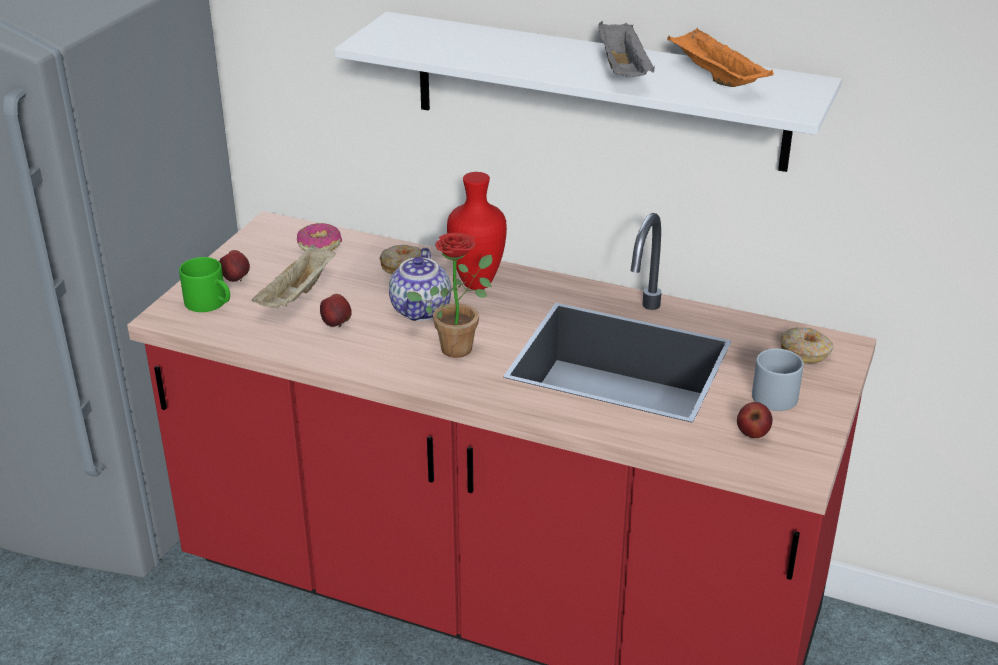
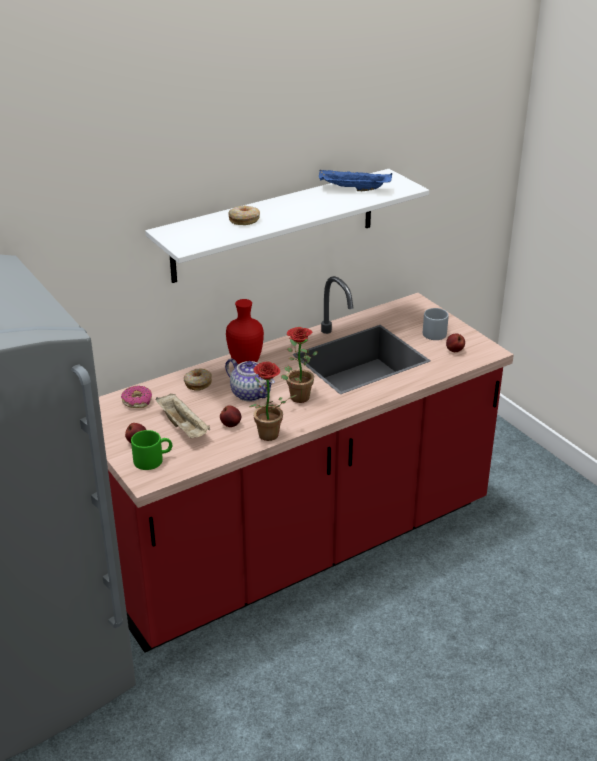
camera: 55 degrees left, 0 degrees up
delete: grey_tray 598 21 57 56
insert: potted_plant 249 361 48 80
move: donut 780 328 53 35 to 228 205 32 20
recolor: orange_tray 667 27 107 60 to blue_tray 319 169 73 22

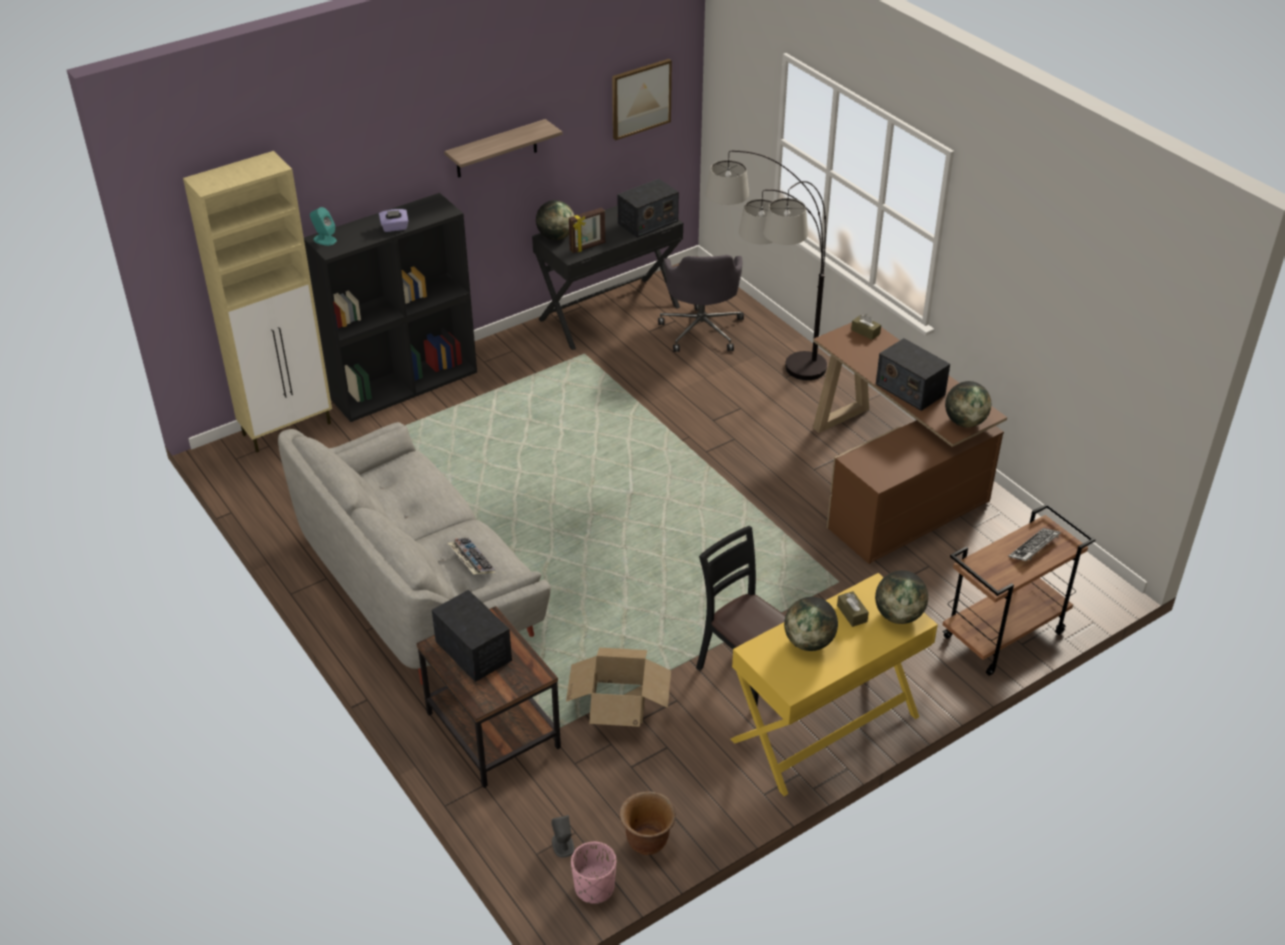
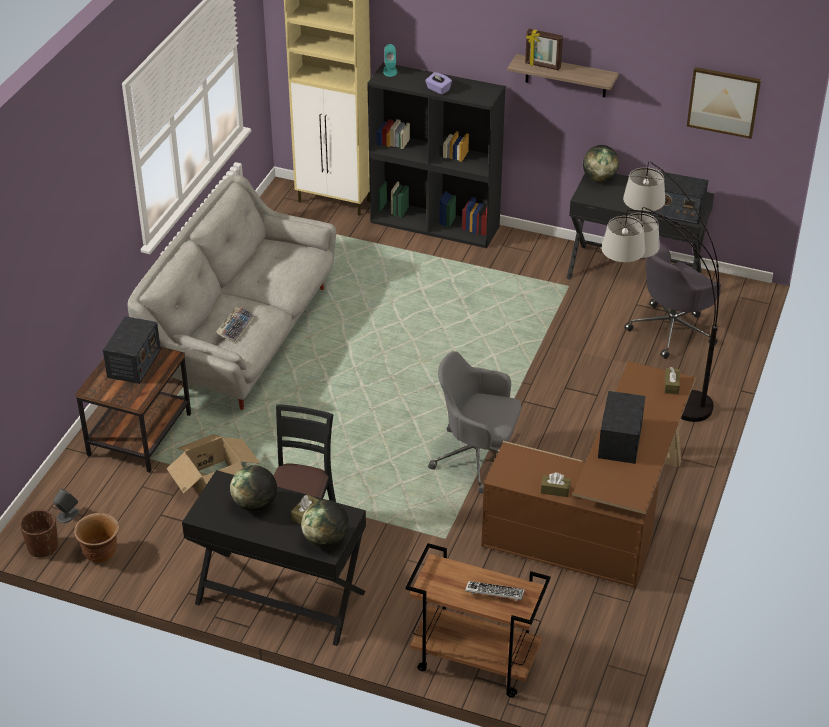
camera: 55 degrees right, 0 degrees up
delete: globe 945 381 46 47
insert: grey_office_chair 428 351 93 143; brown_tissue_box 541 473 30 24
move: picture_frame 569 208 36 45 to 525 29 38 41
recolor: pink_planter 571 842 45 62 to brown_planter 20 509 38 48; yellow_desk 731 573 207 223 to black_desk 182 470 184 176

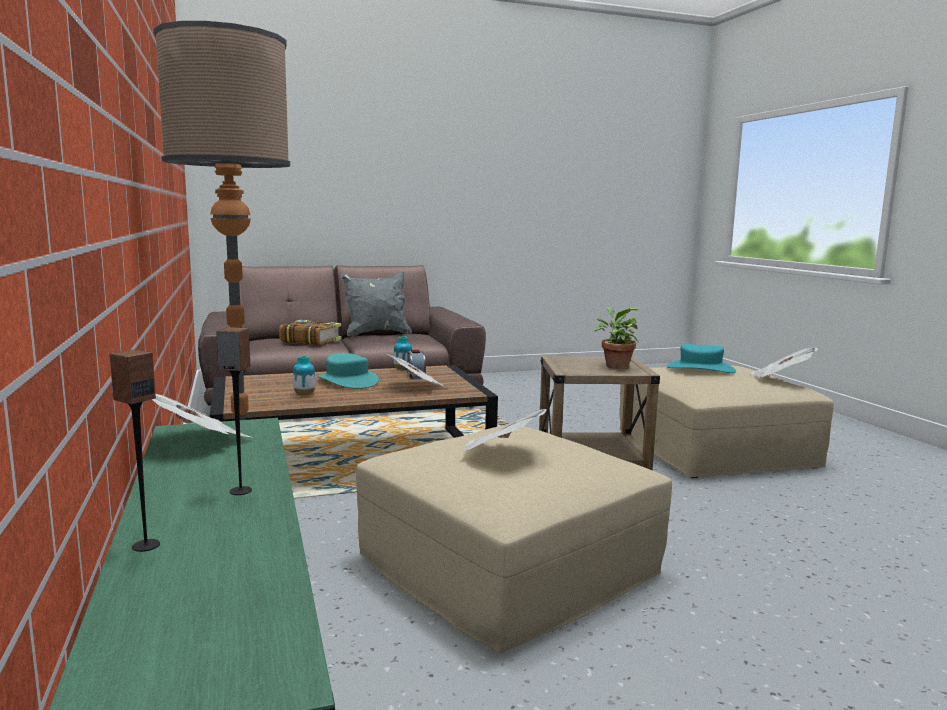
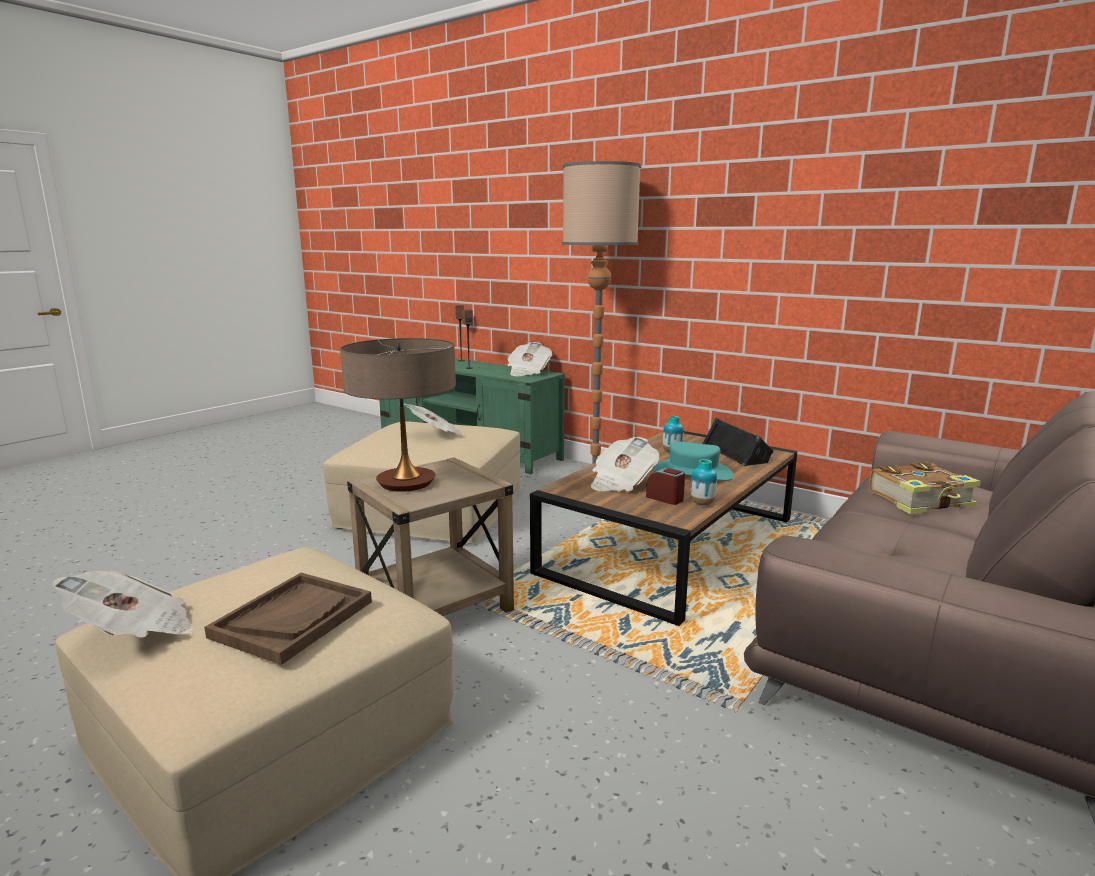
camera: 145 degrees right, 5 degrees up
delete: grey_pillow 340 272 72 65
insert: black_speaker 702 417 72 49
replace: potted_plant 593 307 47 62 to table_lamp 340 338 116 154; turquoise_hat 667 344 69 29 to brown_tray 204 573 168 92

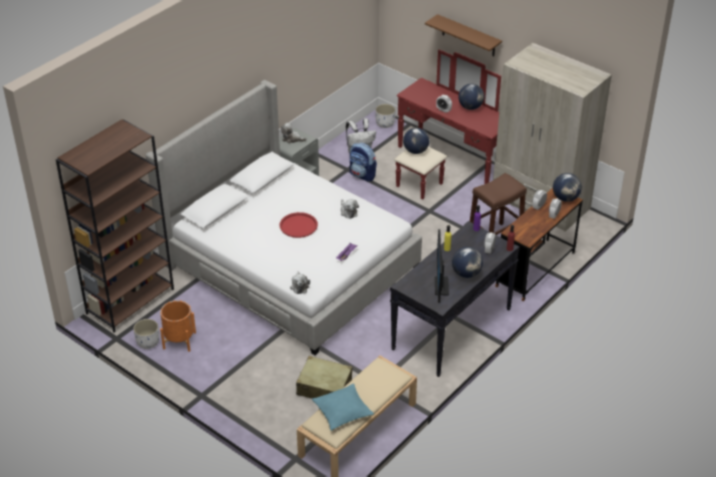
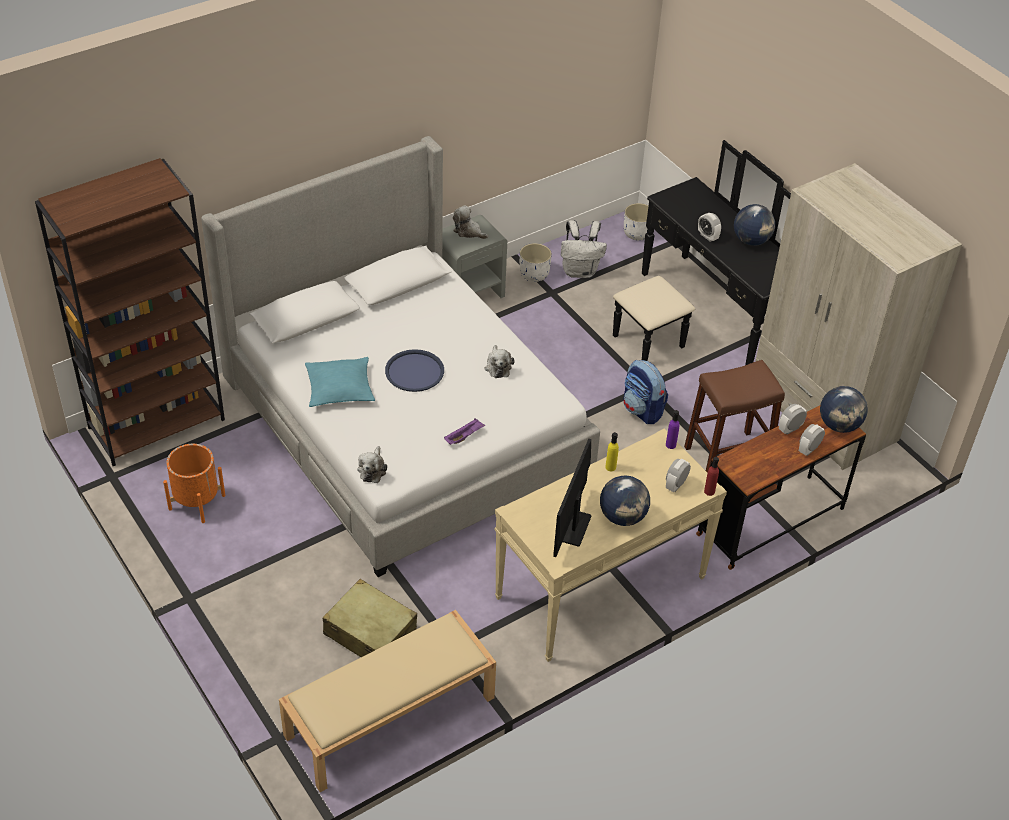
camera: 15 degrees right, 5 degrees up
delete: globe 403 128 26 26; brown_shelf 425 14 77 42
move: white_planter 133 319 26 30 to 520 243 32 39; turquoise_pillow 312 383 62 47 to 305 357 70 50; backpack 350 143 27 39 to 623 360 45 64
recolor: red_tray 280 212 38 26 to blue_tray 385 349 59 43; black_console_table 390 221 130 156 to beige_console_table 495 428 232 234; red_dresser 394 49 107 151 to black_dresser 613 140 178 225

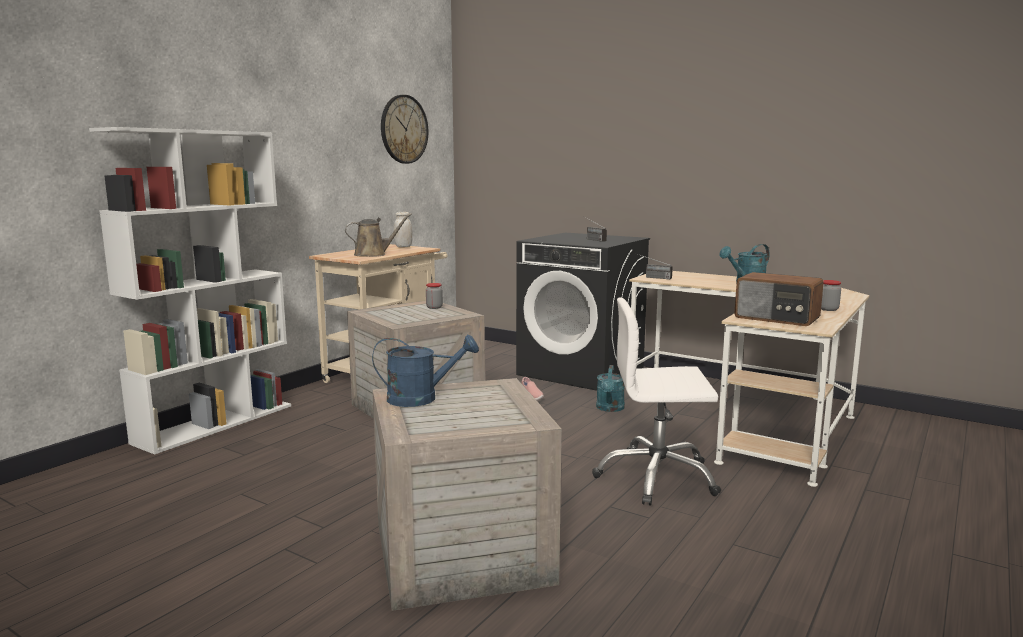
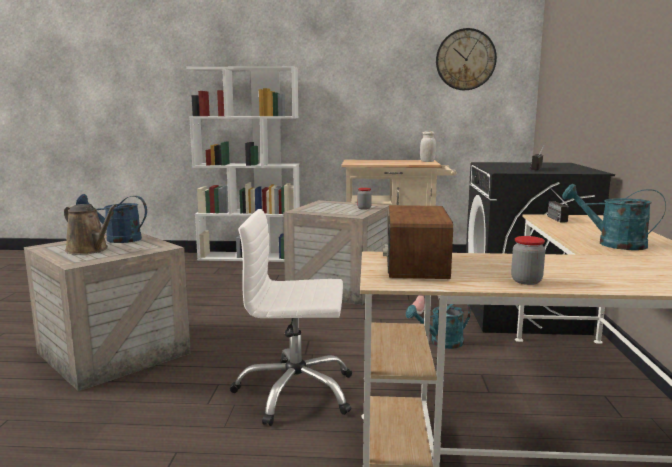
camera: 60 degrees right, 0 degrees up
move: brown_watering_can 345 213 67 44 to 64 204 53 50
rotate: blue_watering_can 372 335 107 72 = 76 194 71 49 135 degrees clockwise; white_office_chair 592 297 129 209 = 230 209 122 217 60 degrees counterclockwise

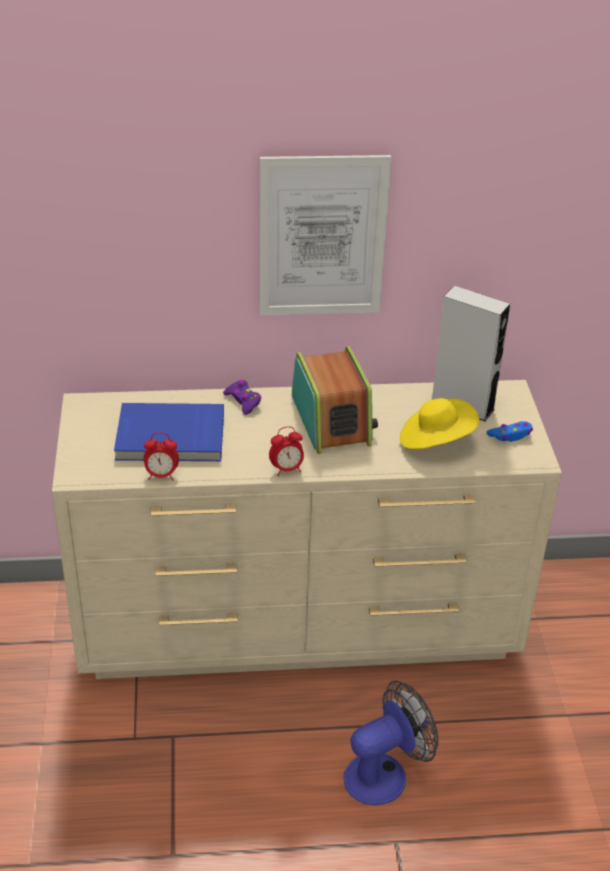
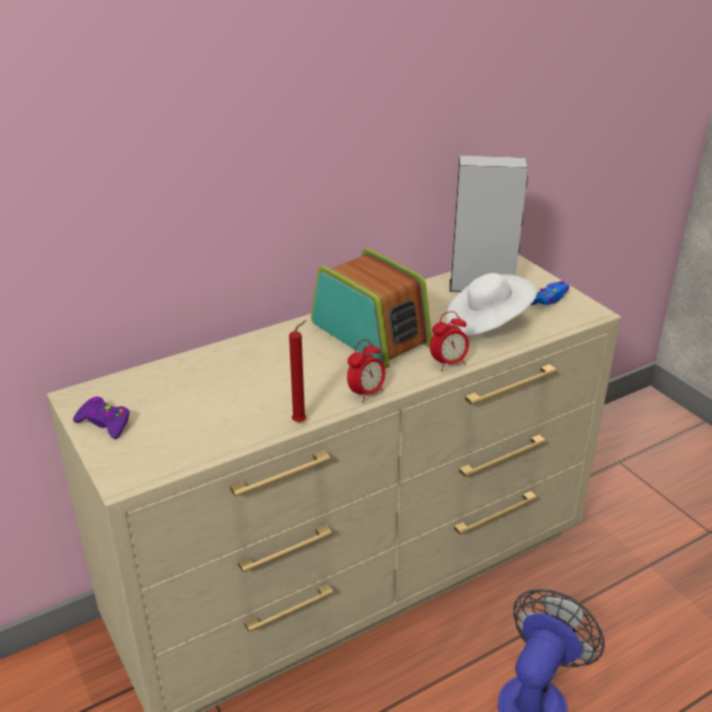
camera: 25 degrees left, 5 degrees down
delete: blue_book 114 403 110 58; picture 259 155 132 160
insert: red_candle 289 320 18 102
move: alarm_clock 144 432 35 49 to 430 311 39 60; purple_game_controller 223 380 39 35 to 73 396 57 43
recolor: yellow_hat 400 398 79 51 to white_hat 446 273 91 63

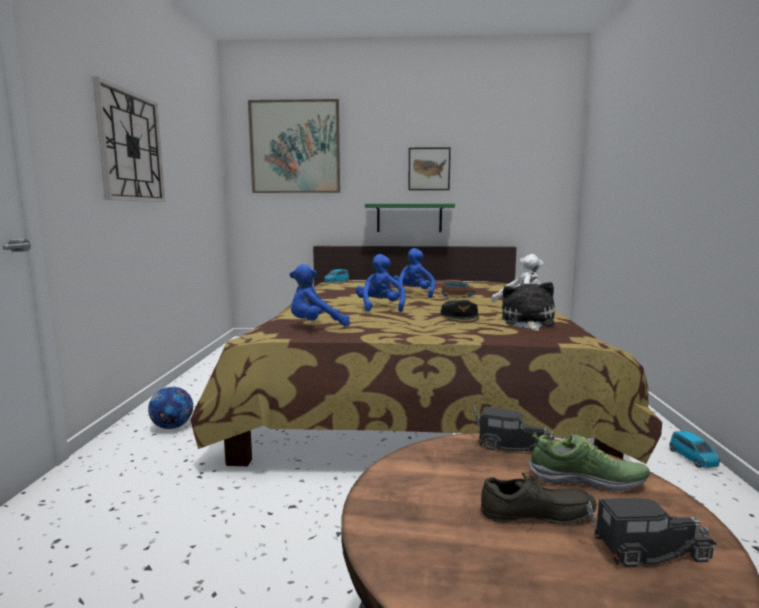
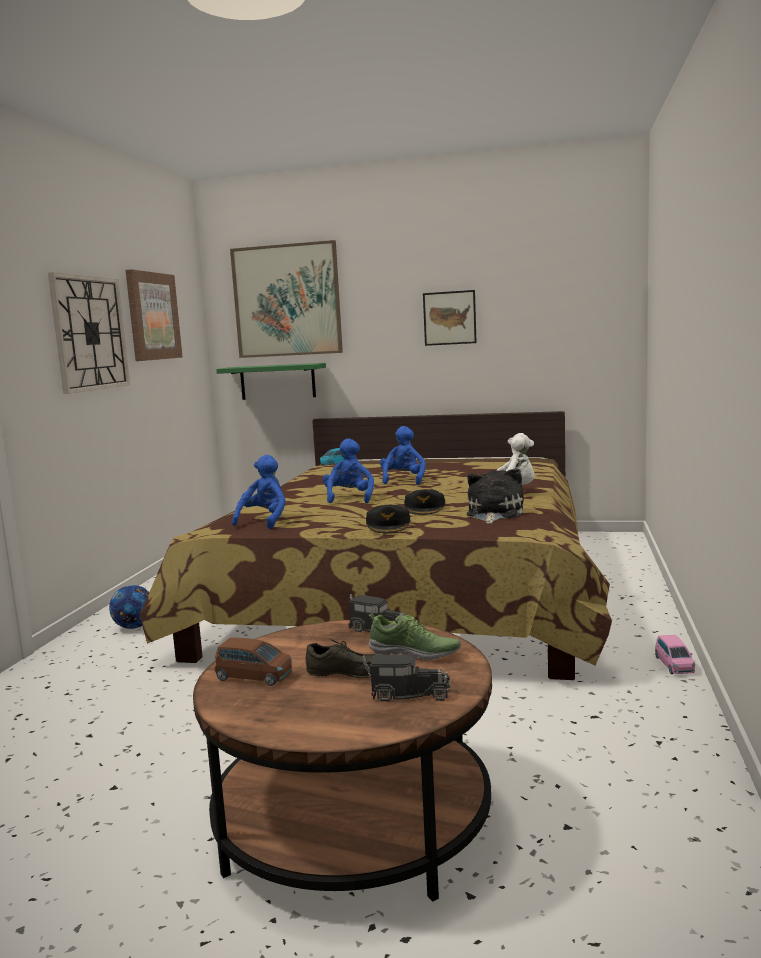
camera: 10 degrees right, 0 degrees up
insert: picture 125 269 58 92; black_cap 366 505 44 28
move: green_shelf 365 204 90 28 to 216 363 110 37; brown_toy_car 441 280 34 17 to 215 638 77 48
recolor: blue_toy_car 670 431 50 37 to pink_toy_car 655 635 40 39
rotate: blue_plush_toy 290 264 60 63 = 232 455 54 74 120 degrees clockwise

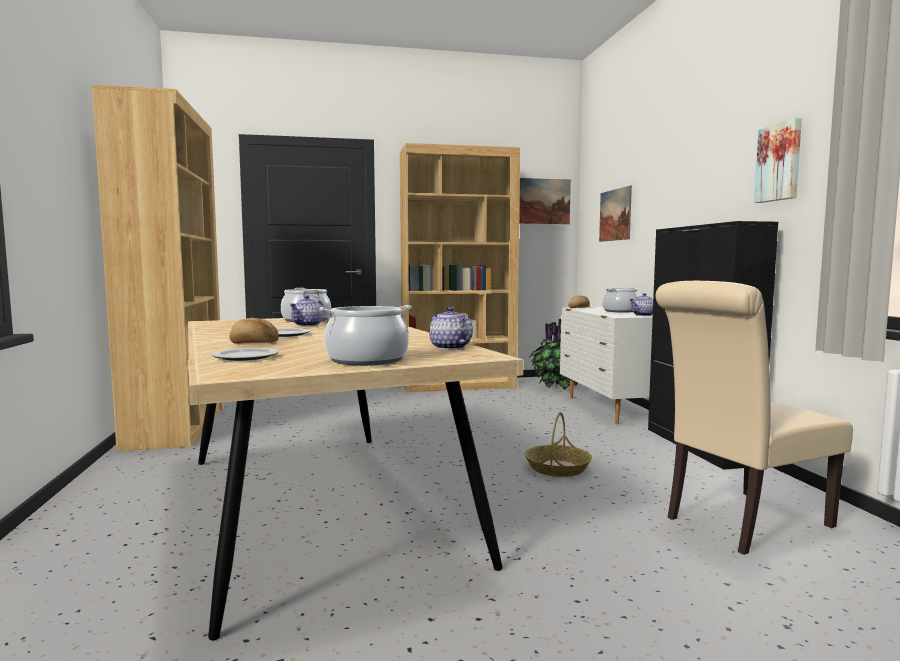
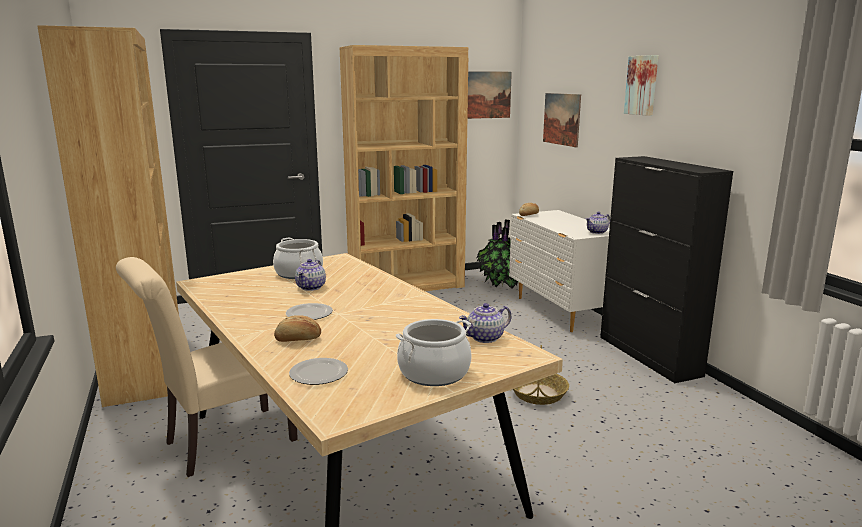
camera: 10 degrees left, 10 degrees up
delete: cooking_pot 602 287 37 26
move: beige_chair 655 281 198 274 to 116 257 182 220; picture 754 118 48 85 to 624 55 34 61
rotate: teapot 429 307 44 43 = 459 303 52 40 75 degrees counterclockwise

